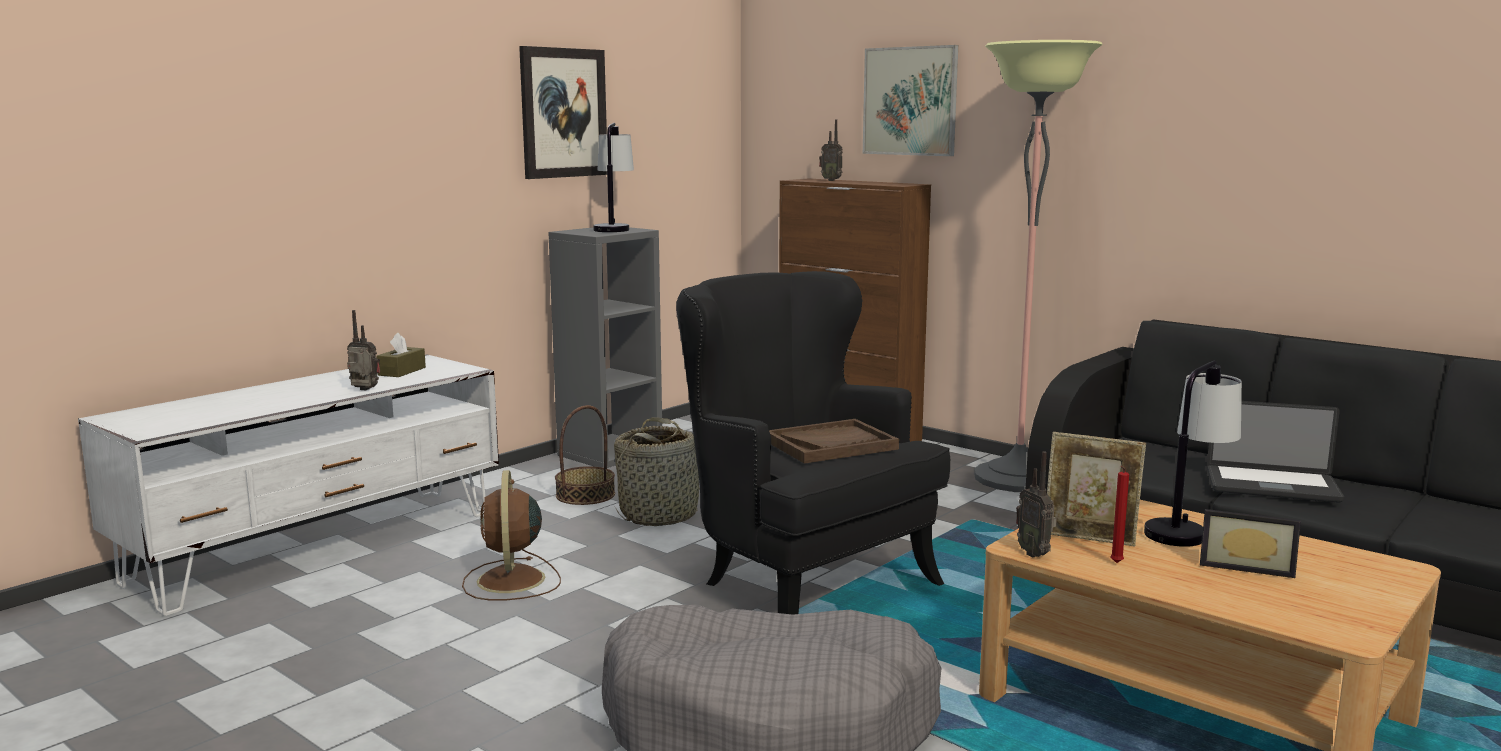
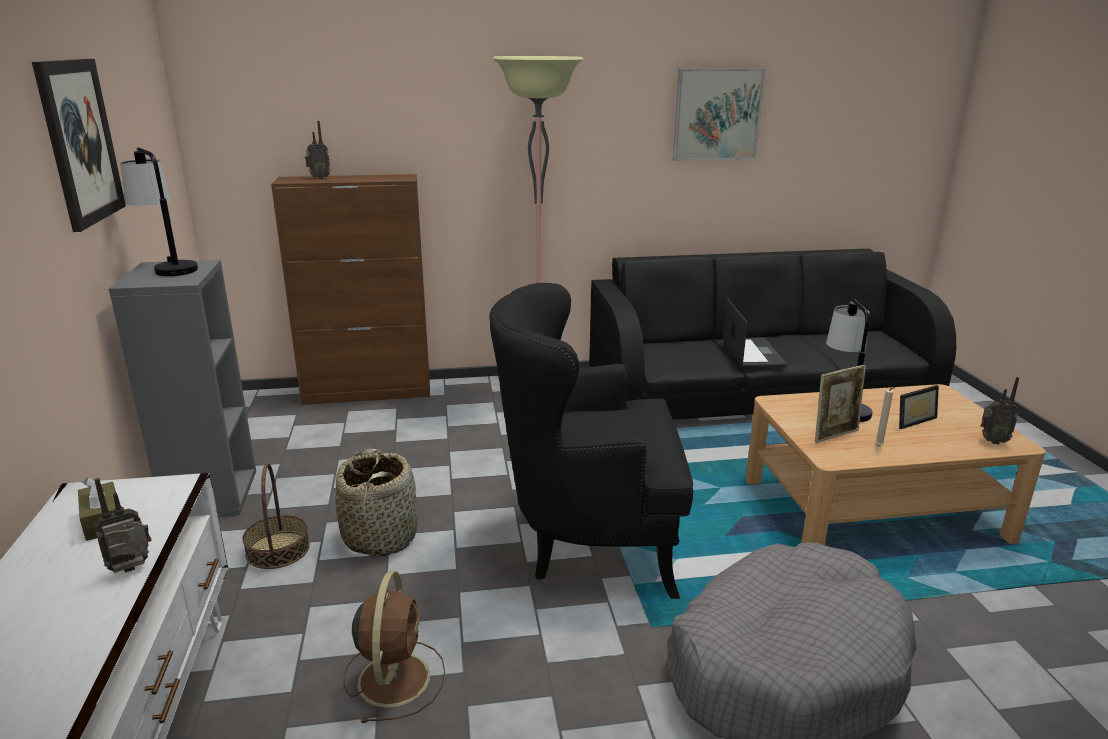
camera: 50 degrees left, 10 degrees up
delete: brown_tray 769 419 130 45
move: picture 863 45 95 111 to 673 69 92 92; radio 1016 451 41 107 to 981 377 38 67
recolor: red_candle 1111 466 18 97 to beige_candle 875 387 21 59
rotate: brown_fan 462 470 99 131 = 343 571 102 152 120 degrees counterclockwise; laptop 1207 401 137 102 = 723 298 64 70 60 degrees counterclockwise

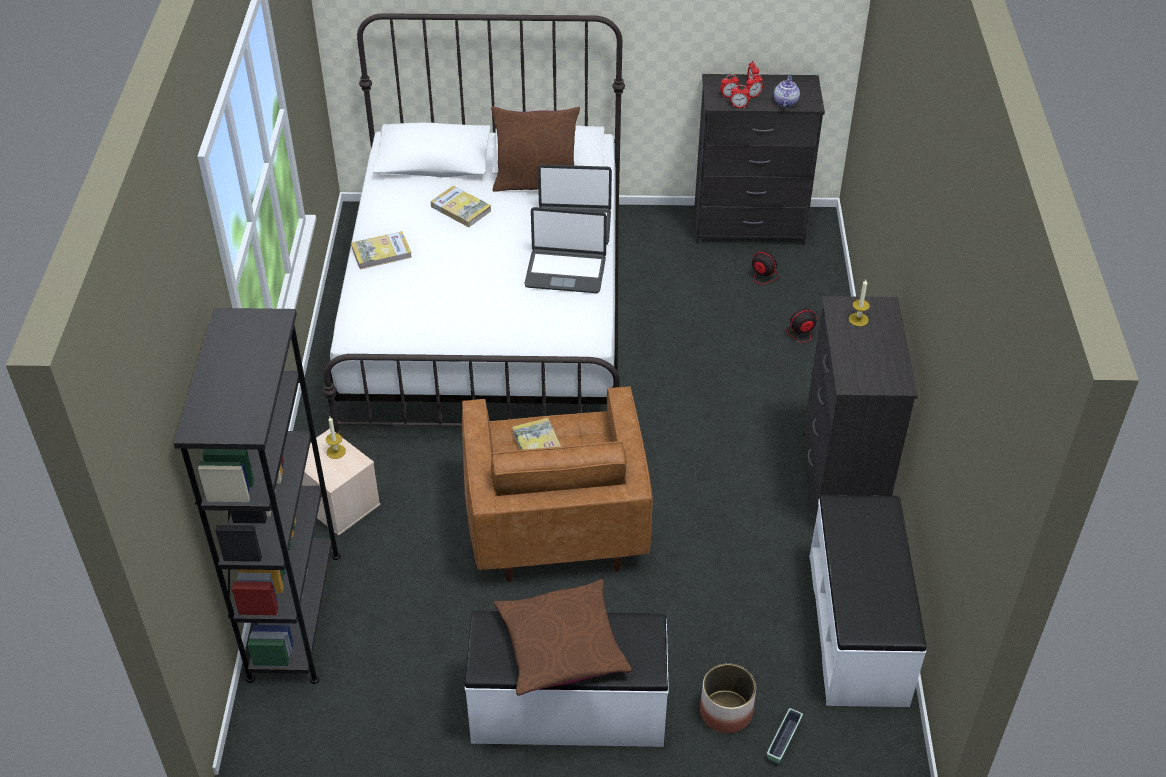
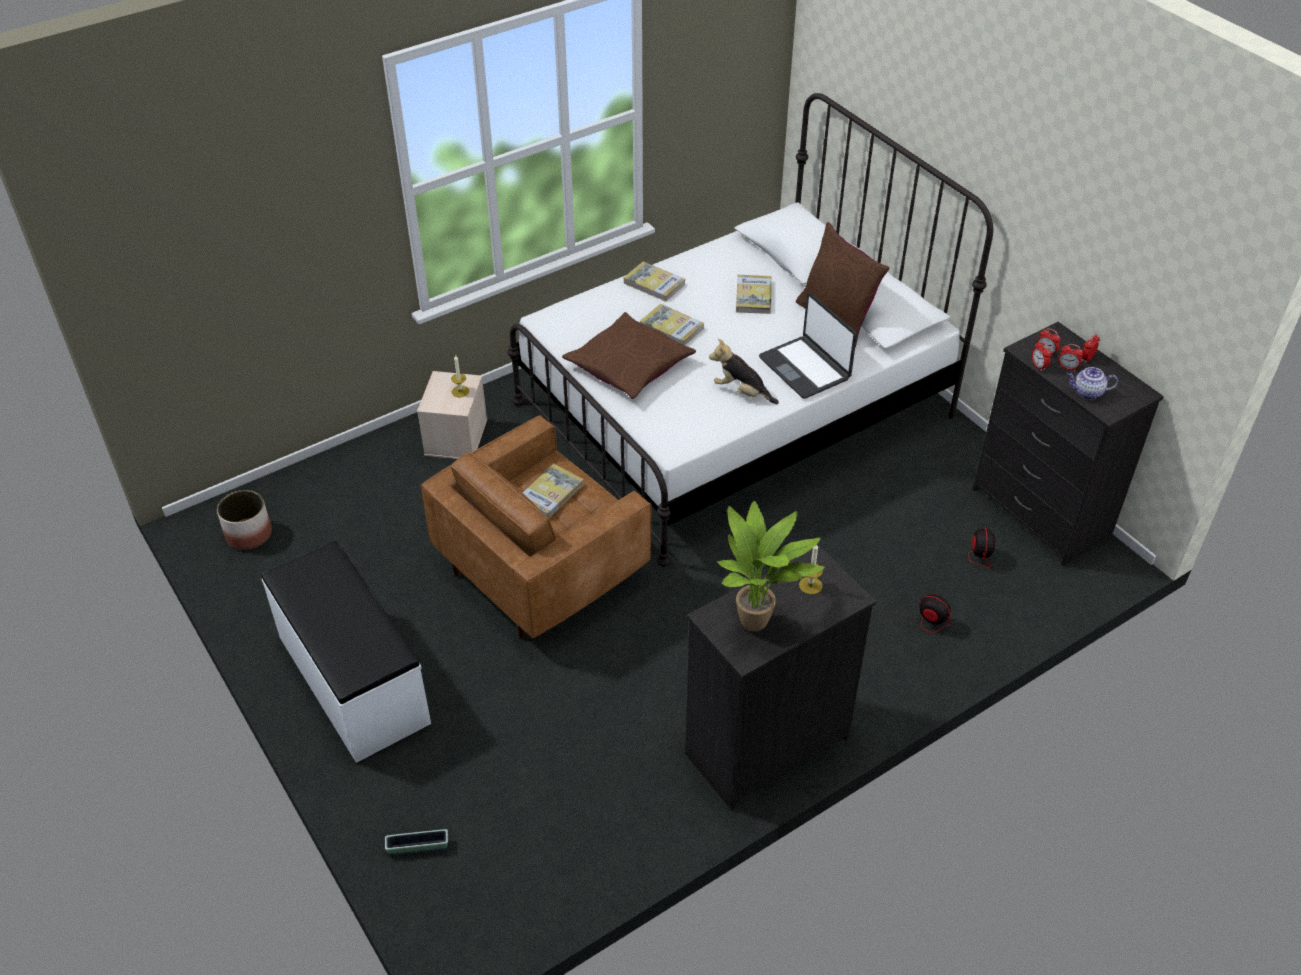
camera: 55 degrees right, 0 degrees up
delete: black_bookcase 174 308 167 376; white_bench 809 495 117 212
insert: book 640 304 64 41; potted_plant 717 501 107 130
move: brown_pillow 494 579 138 117 to 562 312 134 87; planter 700 663 56 70 to 217 490 55 60
replace: laptop 524 207 83 86 to plush_toy 709 339 70 65
rotate: teapot 774 75 26 32 = 1066 367 52 33 150 degrees counterclockwise

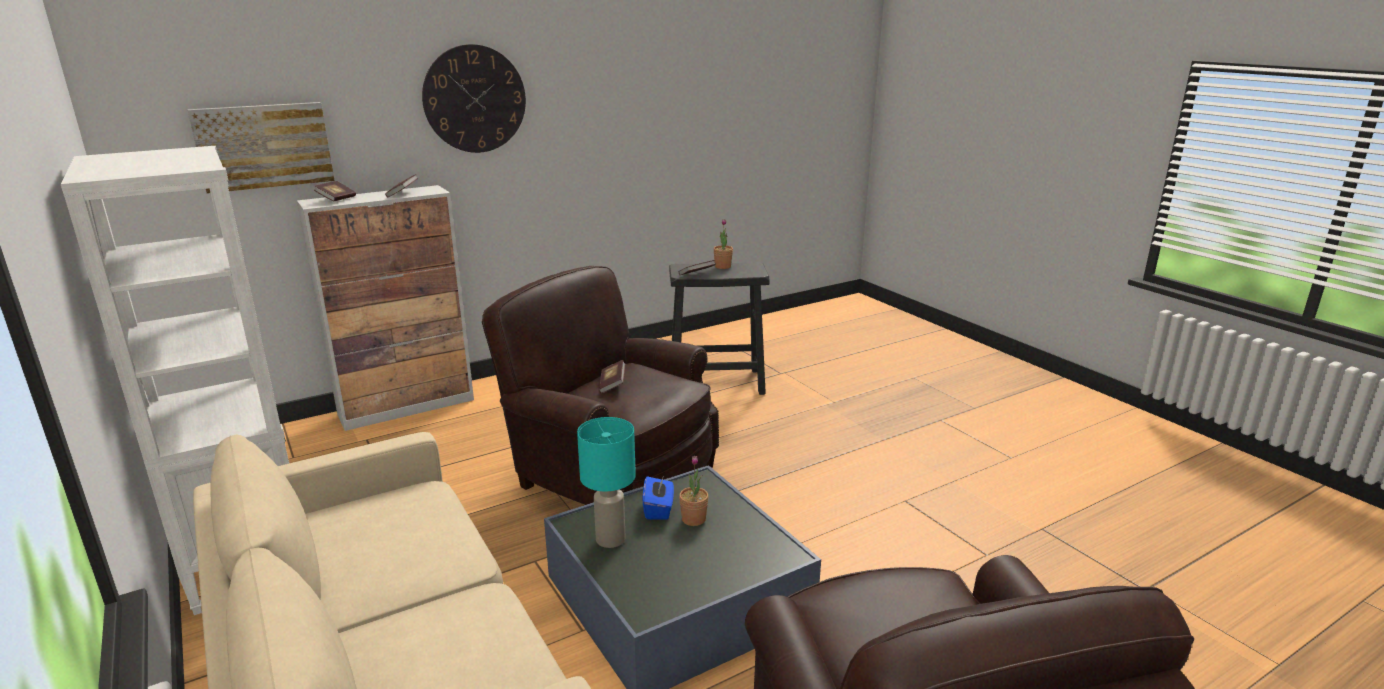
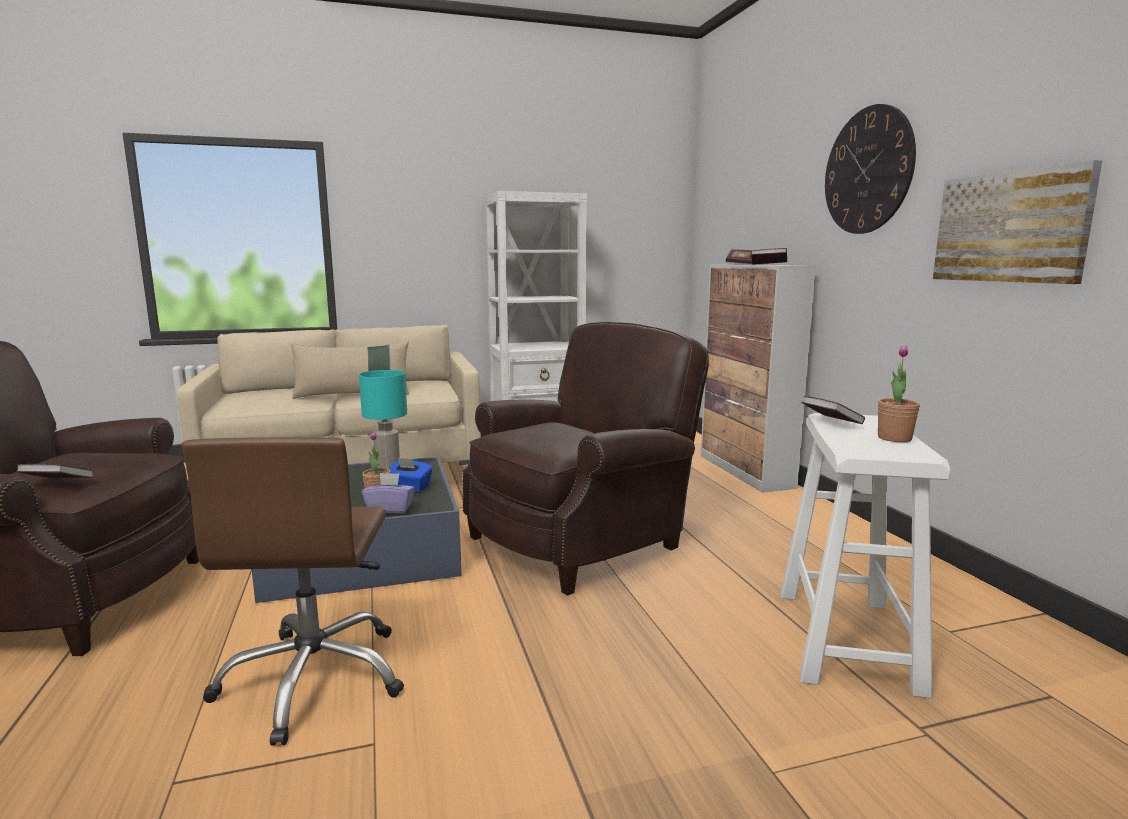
camera: 105 degrees right, 10 degrees down
insert: brown_office_chair 181 437 223 309; beige_pillow 291 341 118 58; purple_tissue_box 362 473 53 40
move: picture 187 102 148 92 to 933 160 169 124; book 599 360 26 33 to 16 464 78 14
recolor: black_stool 669 262 101 133 to white_stool 780 413 171 285

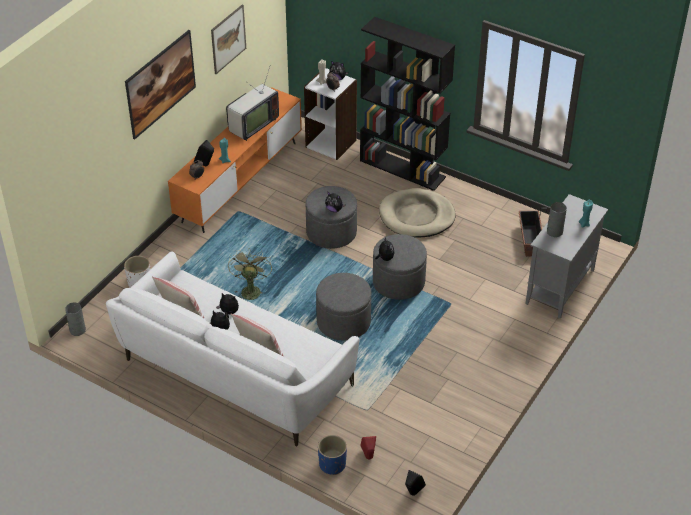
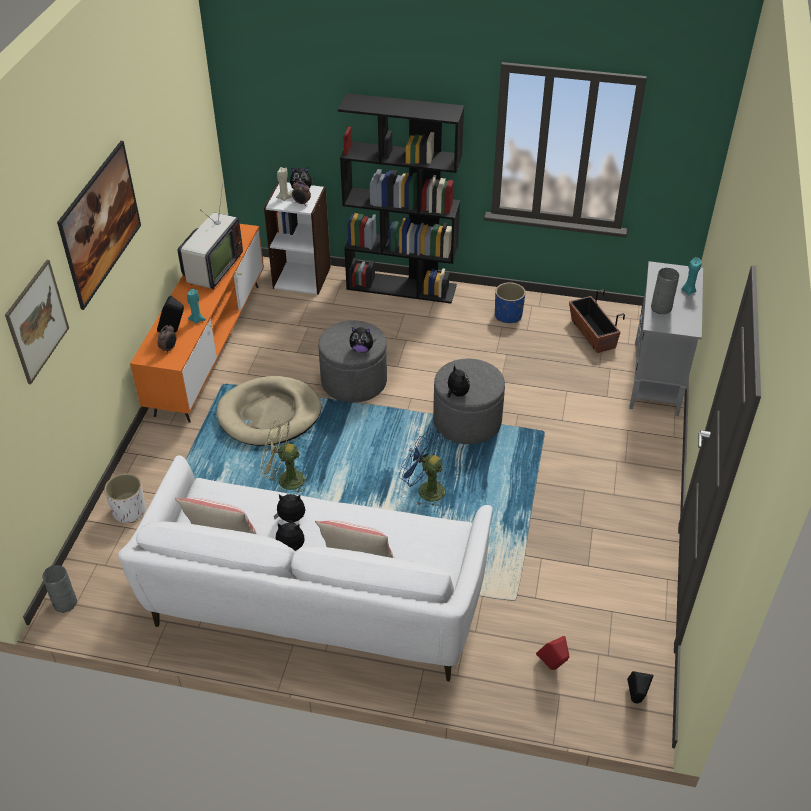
camera: 20 degrees left, 0 degrees up
move: picture 211 5 35 69 to 5 260 64 124; blue_planter 318 435 29 40 to 495 282 30 41; beige_dog_bed 379 188 76 50 to 216 376 105 70
replace: grey_ottoman 316 273 55 68 to blue_fan 399 429 46 78
rotate: green_fan 228 248 44 52 = 260 420 47 72 60 degrees counterclockwise

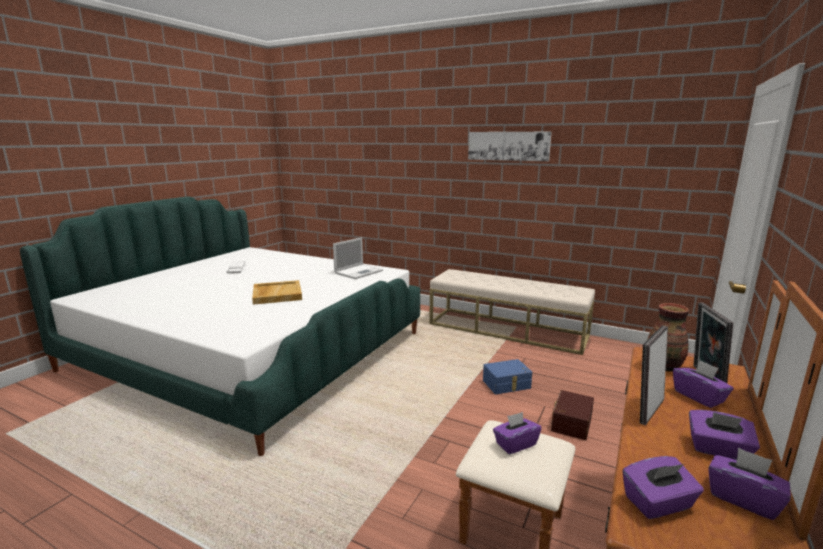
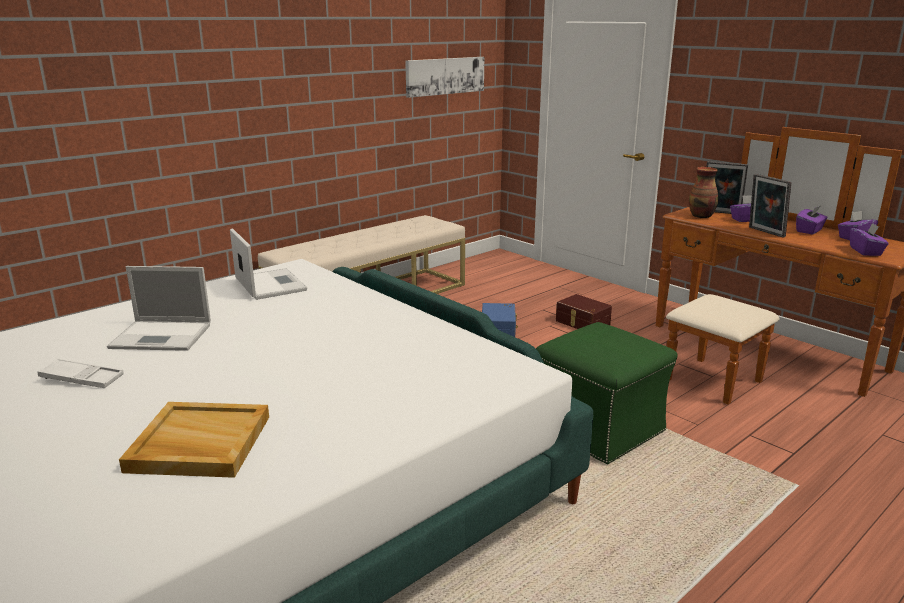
camera: 70 degrees left, 5 degrees up
delete: purple_tissue_box 493 412 49 42
insert: laptop 107 266 104 85; green_ottoman 536 322 142 142
move: beige_tray 252 280 50 25 to 119 402 150 76; picture 468 132 84 29 to 405 57 79 41

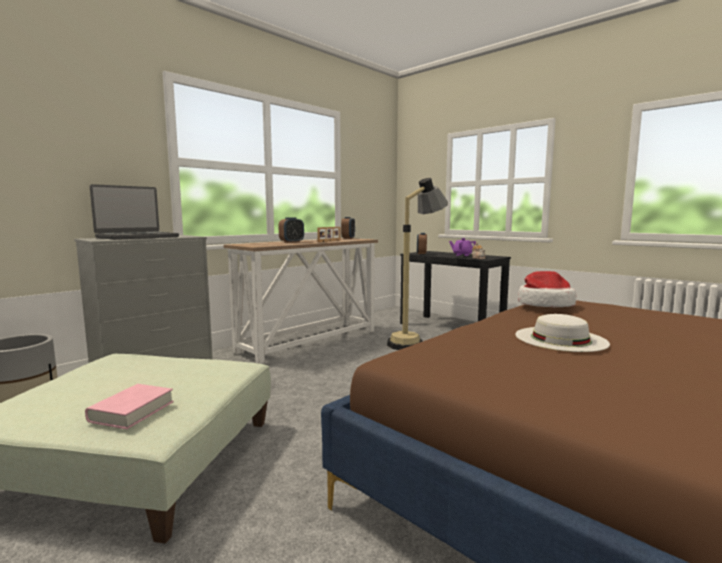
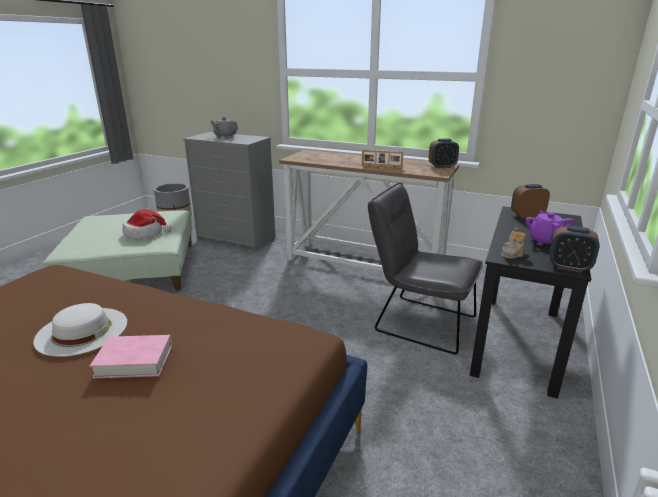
camera: 70 degrees right, 15 degrees up
move: pink_book 85 384 89 45 to 90 335 82 43; alarm_clock 279 217 25 26 to 550 226 50 47; hat 518 271 58 36 to 122 209 50 30
replace: laptop 90 184 89 56 to grey_teapot 210 117 28 22; floor_lamp 387 178 61 172 to grey_chair 368 183 115 172

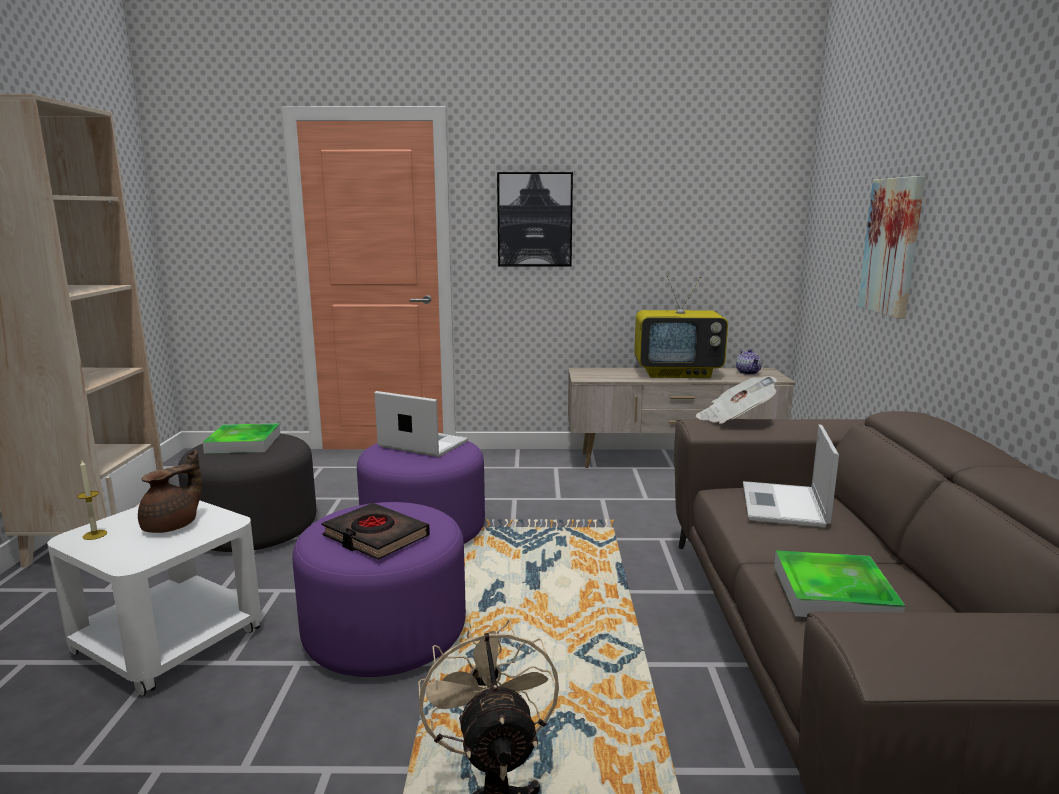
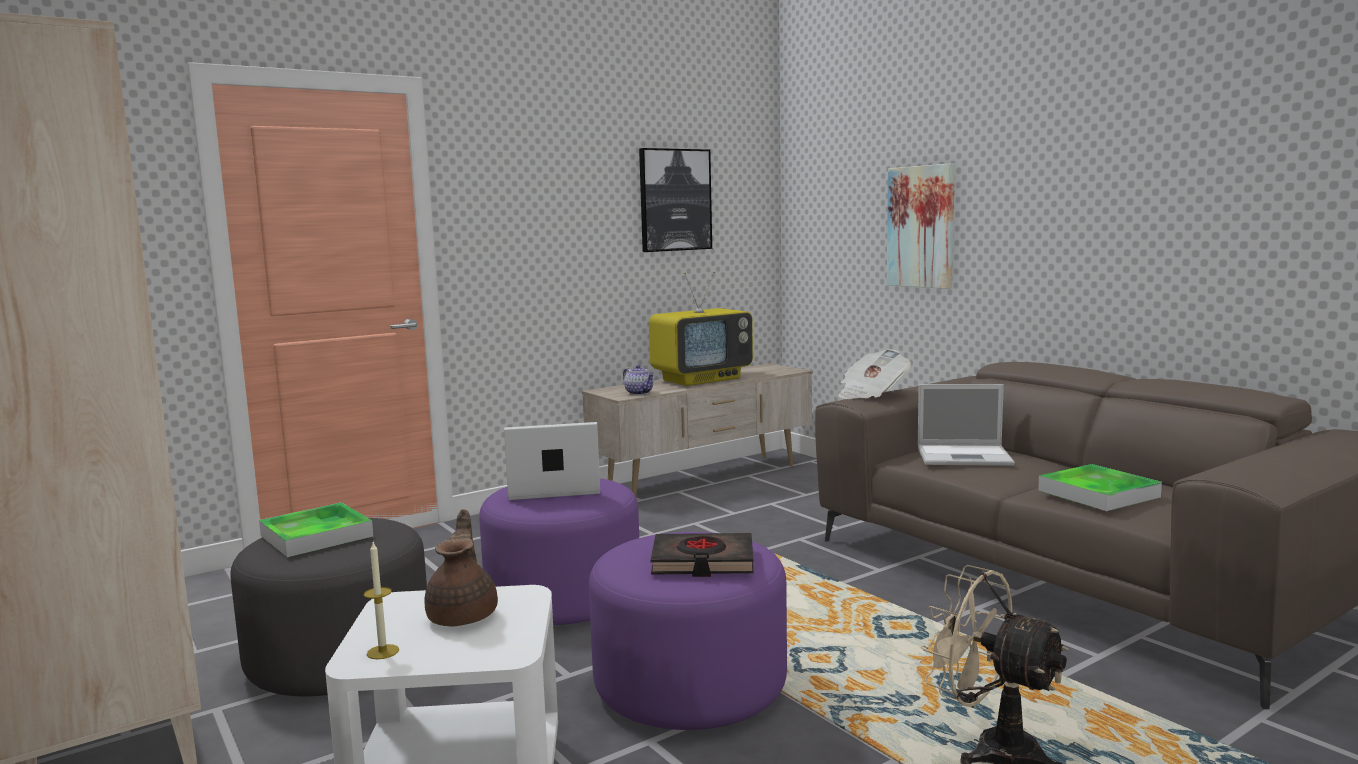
camera: 35 degrees left, 5 degrees down
move: picture 497 172 76 94 to 639 148 73 104; teapot 736 349 26 26 to 623 365 31 30
rotate: laptop 743 424 96 104 = 918 384 97 82 60 degrees counterclockwise

